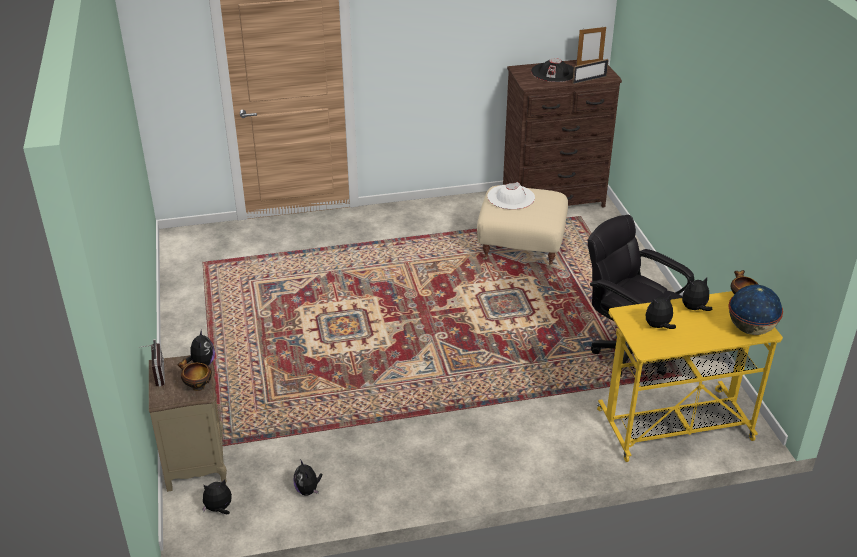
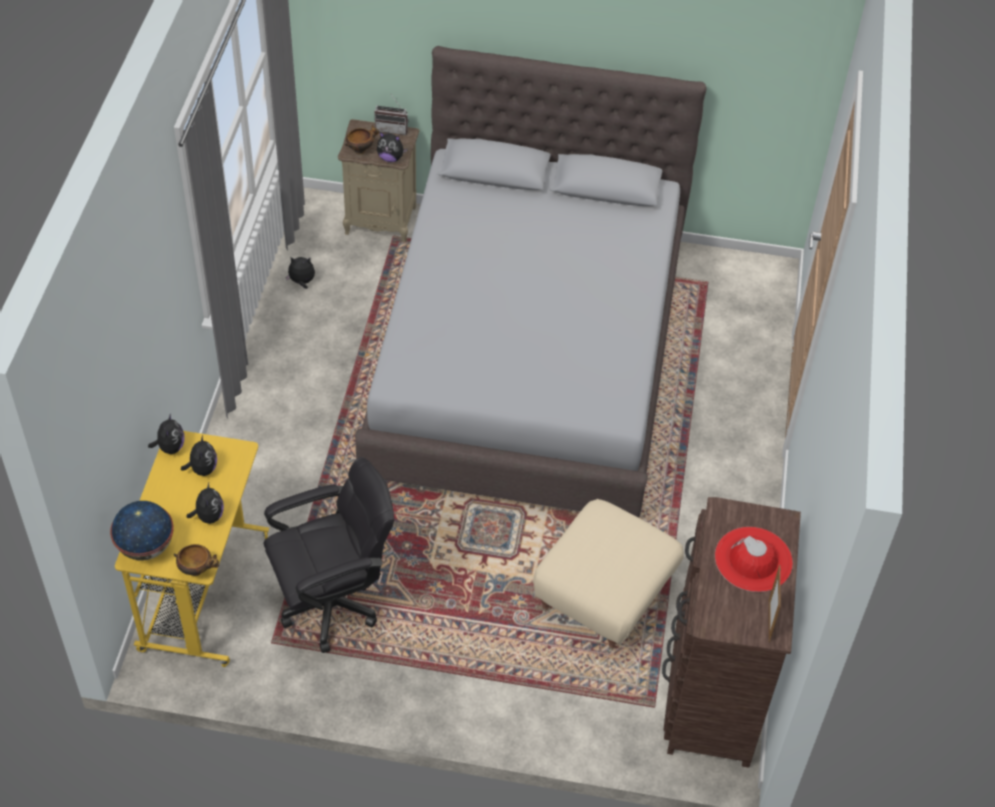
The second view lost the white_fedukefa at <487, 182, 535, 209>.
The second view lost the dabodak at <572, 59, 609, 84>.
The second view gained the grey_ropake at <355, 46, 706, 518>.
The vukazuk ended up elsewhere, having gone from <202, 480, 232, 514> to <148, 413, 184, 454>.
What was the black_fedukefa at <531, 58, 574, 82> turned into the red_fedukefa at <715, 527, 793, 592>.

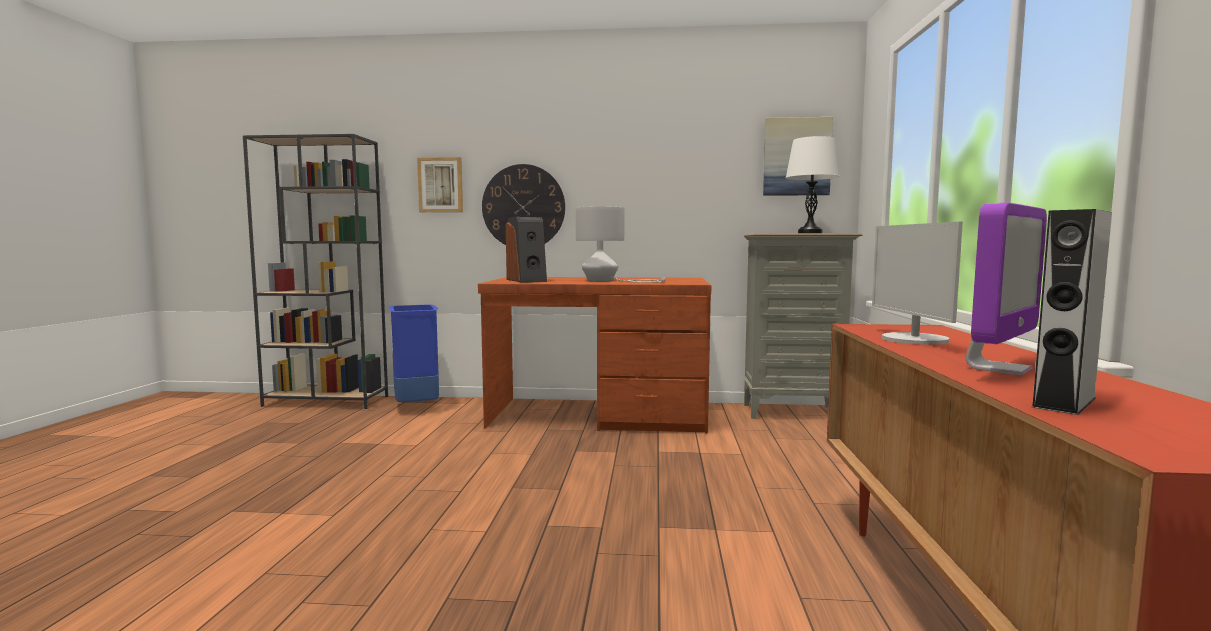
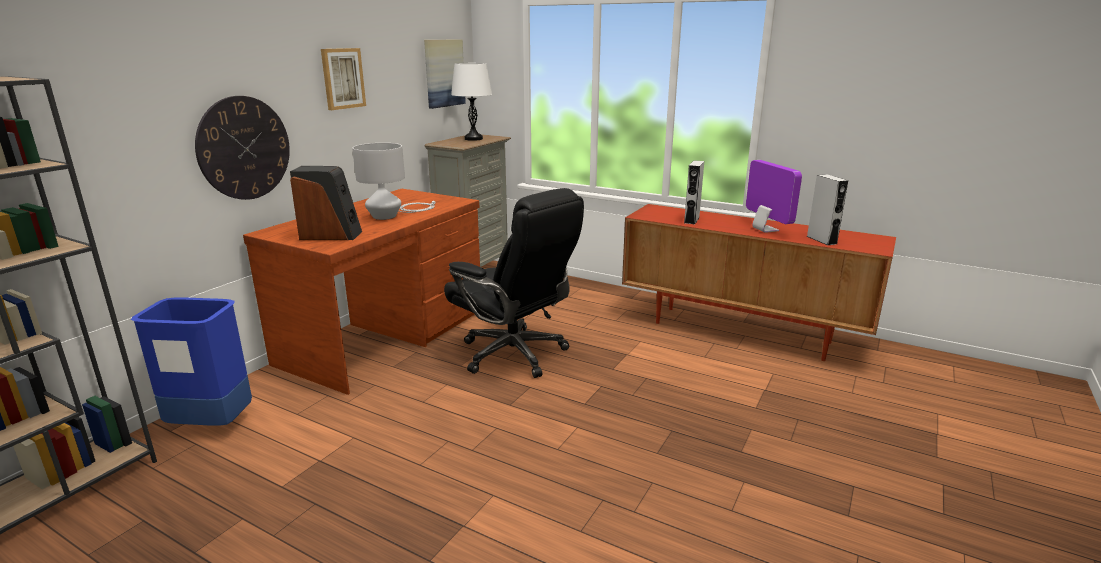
The second view gained the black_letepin at <444, 188, 584, 378>.
The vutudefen ended up elsewhere, having gone from <417, 157, 463, 212> to <321, 48, 366, 110>.
Where the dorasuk stood at <872, 222, 963, 345>, the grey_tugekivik came to stand at <684, 160, 704, 224>.

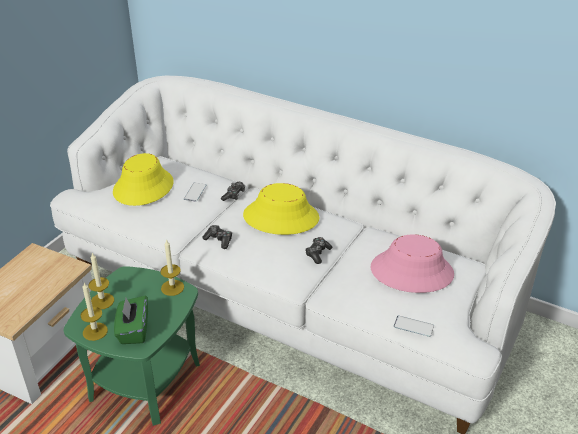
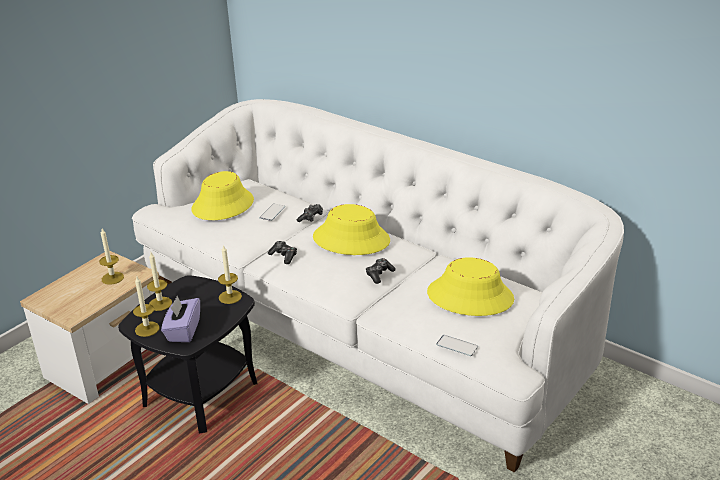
The second view gained the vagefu at <99, 228, 124, 285>.
What was the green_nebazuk at <64, 266, 200, 426> turned into the black_nebazuk at <118, 275, 257, 434>.
What was the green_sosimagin at <114, 295, 148, 344> turned into the purple_sosimagin at <161, 296, 200, 342>.
What was the pink_fedukefa at <371, 234, 454, 293> turned into the yellow_fedukefa at <427, 257, 514, 316>.

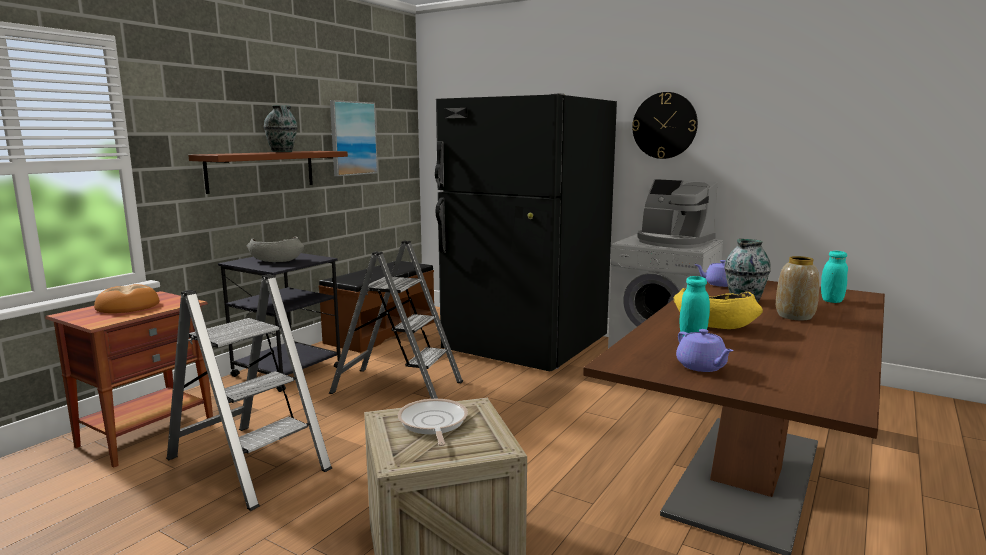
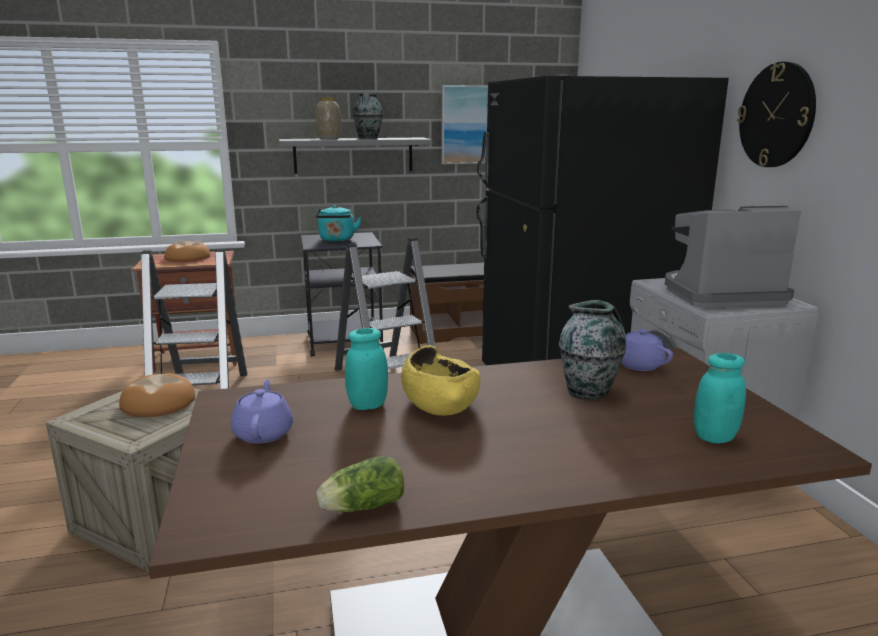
The second view gained the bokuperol at <316, 456, 404, 512>.
The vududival ended up elsewhere, having gone from <776, 256, 820, 320> to <316, 98, 341, 139>.
Where the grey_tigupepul stood at <247, 236, 305, 262>, the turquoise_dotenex came to stand at <316, 205, 361, 242>.
Where the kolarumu stood at <398, 399, 468, 446>, the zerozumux came to stand at <119, 373, 195, 417>.
What was the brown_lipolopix at <188, 151, 348, 194> turned into the grey_lipolopix at <279, 138, 432, 174>.
The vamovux at <637, 179, 718, 248> ended up facing another way, 90 degrees clockwise from before.
The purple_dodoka at <676, 329, 734, 372> ended up facing another way, 150 degrees clockwise from before.

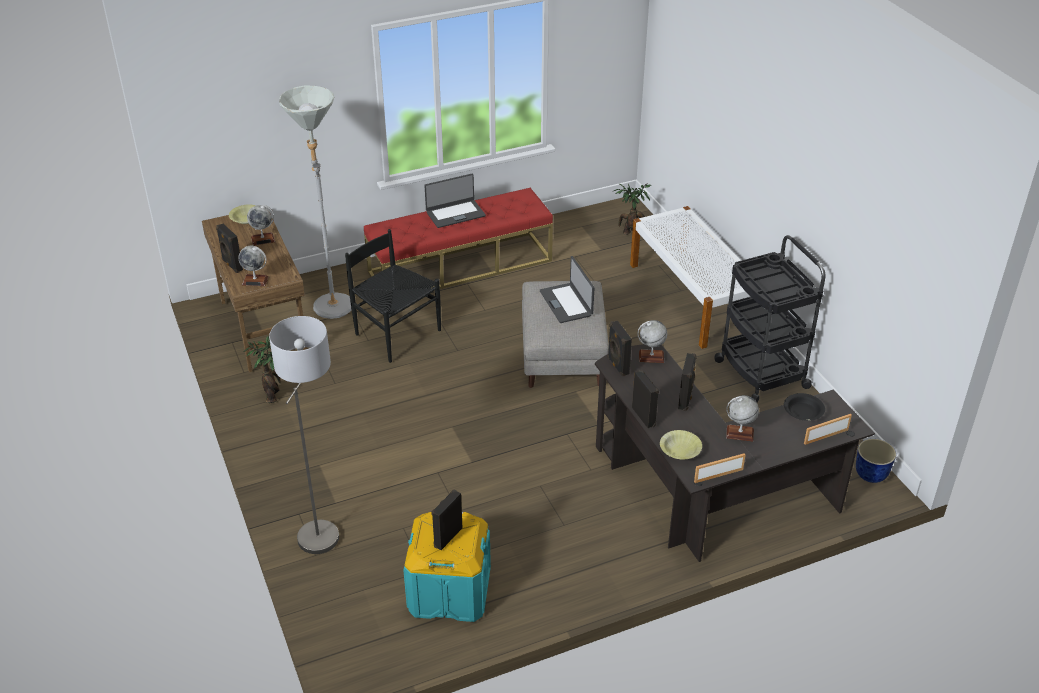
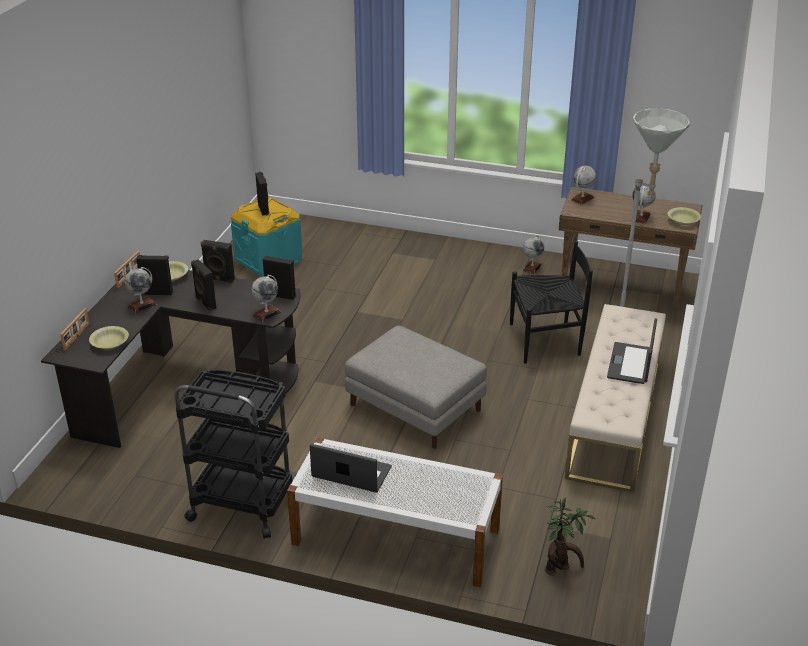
The second view lost the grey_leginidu at <269, 316, 339, 554>.
The second view lost the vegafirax at <856, 439, 896, 483>.
The black_tugekivik ended up elsewhere, having gone from <216, 224, 243, 273> to <136, 255, 173, 295>.
The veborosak ended up elsewhere, having gone from <540, 256, 594, 323> to <310, 444, 392, 493>.
Where the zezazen stood at <244, 336, 281, 403>, the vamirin came to stand at <523, 235, 544, 274>.
What was the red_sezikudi at <364, 188, 553, 289> turned into the beige_sezikudi at <564, 304, 666, 493>.
What was the black_tigupepul at <784, 393, 825, 421> turned into the yellow_tigupepul at <89, 326, 129, 349>.

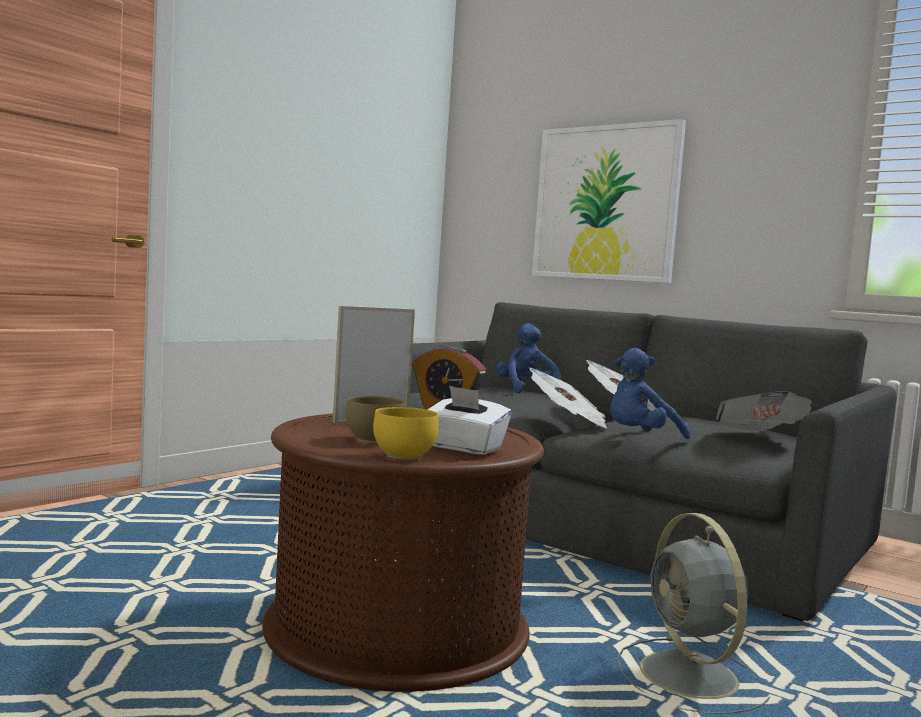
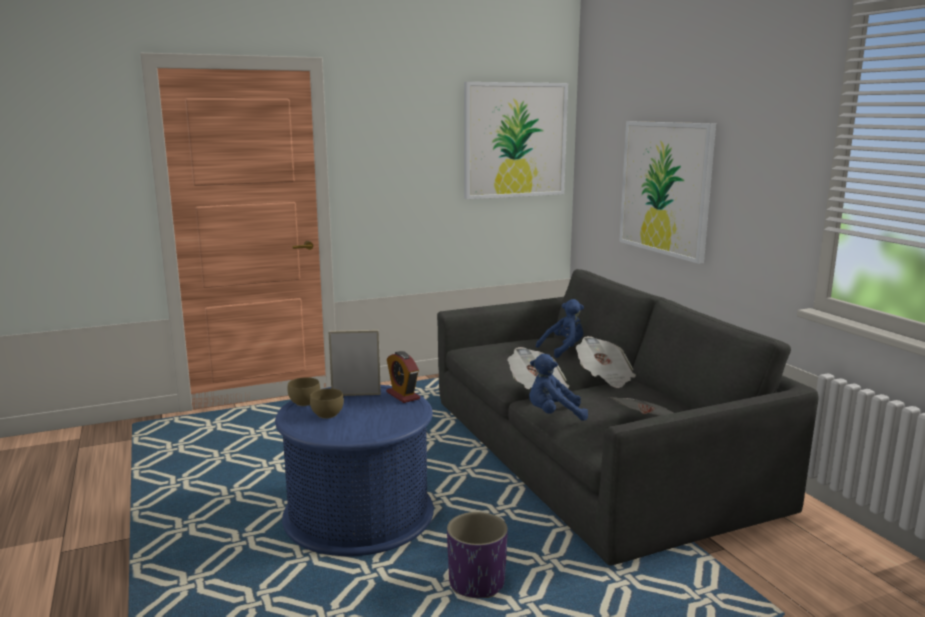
The second view lost the yellow_tigupepul at <373, 407, 439, 459>.
The second view lost the white_sosimagin at <428, 385, 511, 455>.
The second view gained the brown_tigupepul at <288, 377, 320, 406>.
The second view gained the vutudefen at <464, 82, 568, 199>.
Where the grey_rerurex stood at <617, 513, 771, 714>, the purple_vegafirax came to stand at <447, 512, 508, 598>.
What was the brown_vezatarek at <262, 414, 544, 692> turned into the blue_vezatarek at <275, 385, 434, 556>.
The blue_vukazuk at <496, 323, 562, 394> ended up facing another way, 45 degrees clockwise from before.

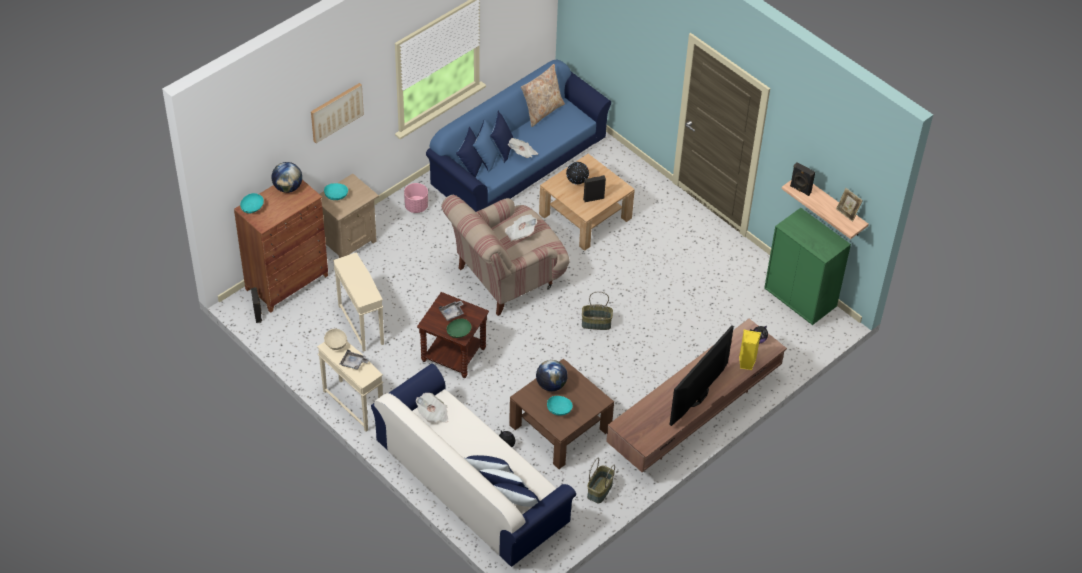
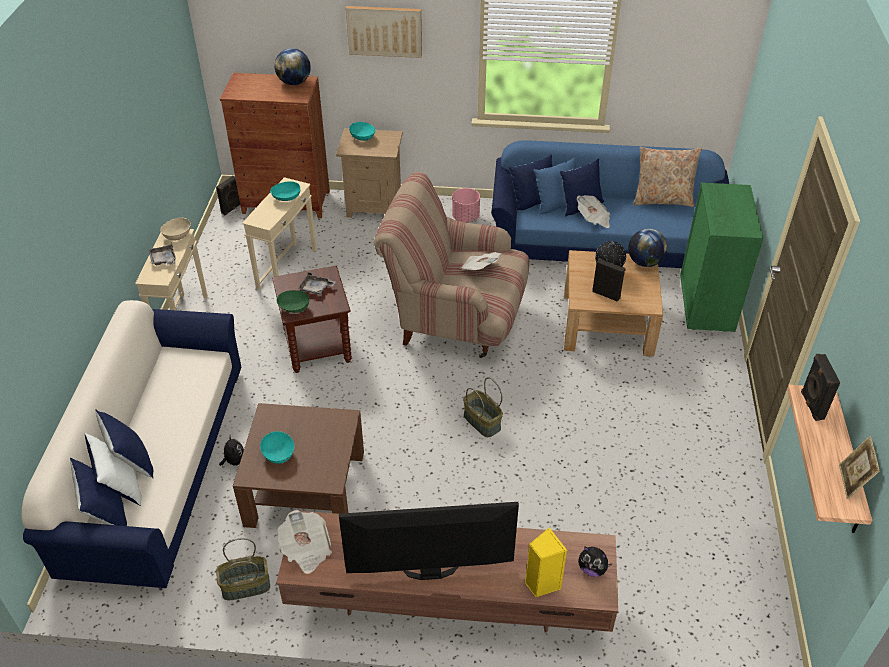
The turquoise_tigupepul ended up elsewhere, having gone from <240, 193, 264, 213> to <270, 181, 301, 201>.
The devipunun ended up elsewhere, having gone from <416, 393, 448, 423> to <278, 510, 332, 574>.
The vamirin ended up elsewhere, having gone from <536, 360, 568, 391> to <628, 229, 667, 267>.
The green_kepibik ended up elsewhere, having gone from <764, 208, 851, 325> to <680, 182, 763, 332>.

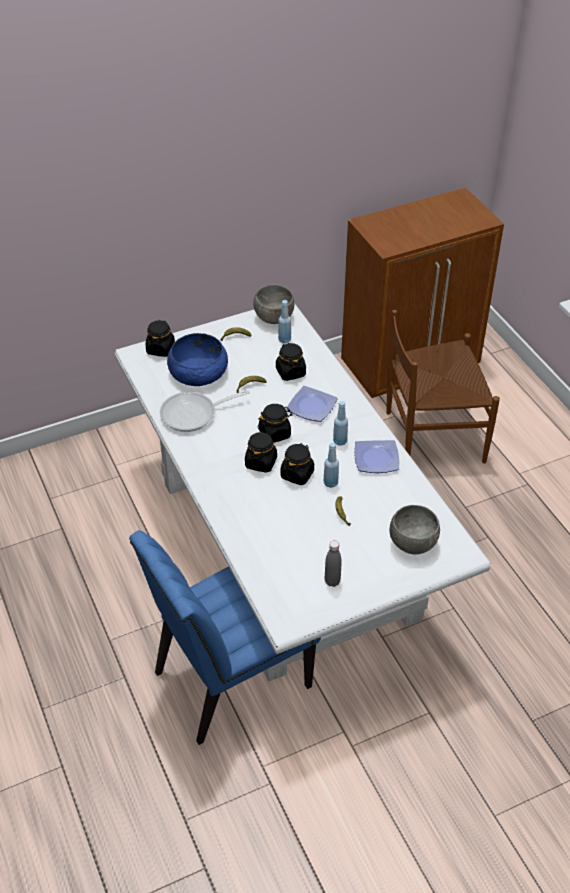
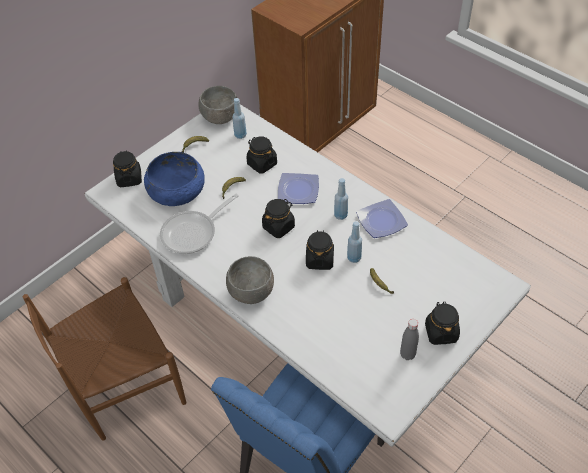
The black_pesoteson ended up elsewhere, having gone from <245, 431, 277, 473> to <425, 302, 460, 345>.
The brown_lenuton ended up elsewhere, having gone from <386, 310, 500, 463> to <23, 277, 186, 440>.
The grey_tigupepul ended up elsewhere, having gone from <390, 505, 440, 554> to <226, 256, 274, 304>.

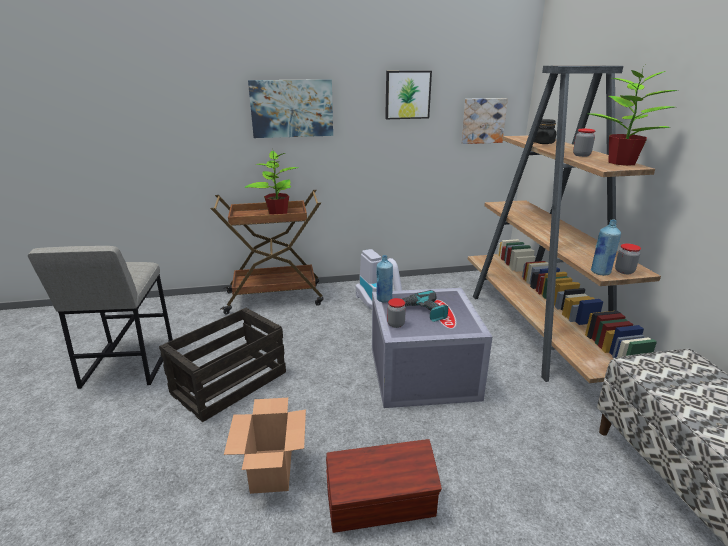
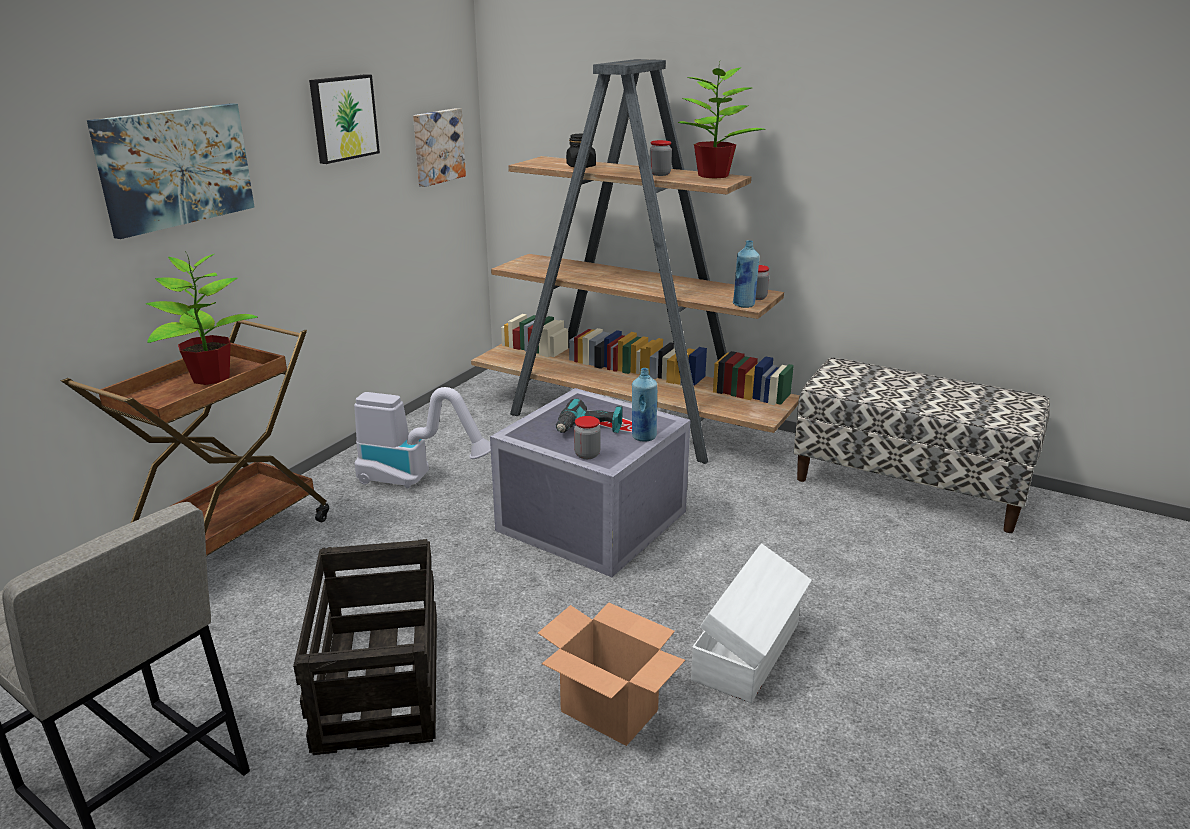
The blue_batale ended up elsewhere, having gone from <377, 255, 393, 303> to <632, 368, 657, 442>.
What was the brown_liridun at <326, 439, 442, 533> turned into the white_liridun at <691, 543, 812, 703>.

